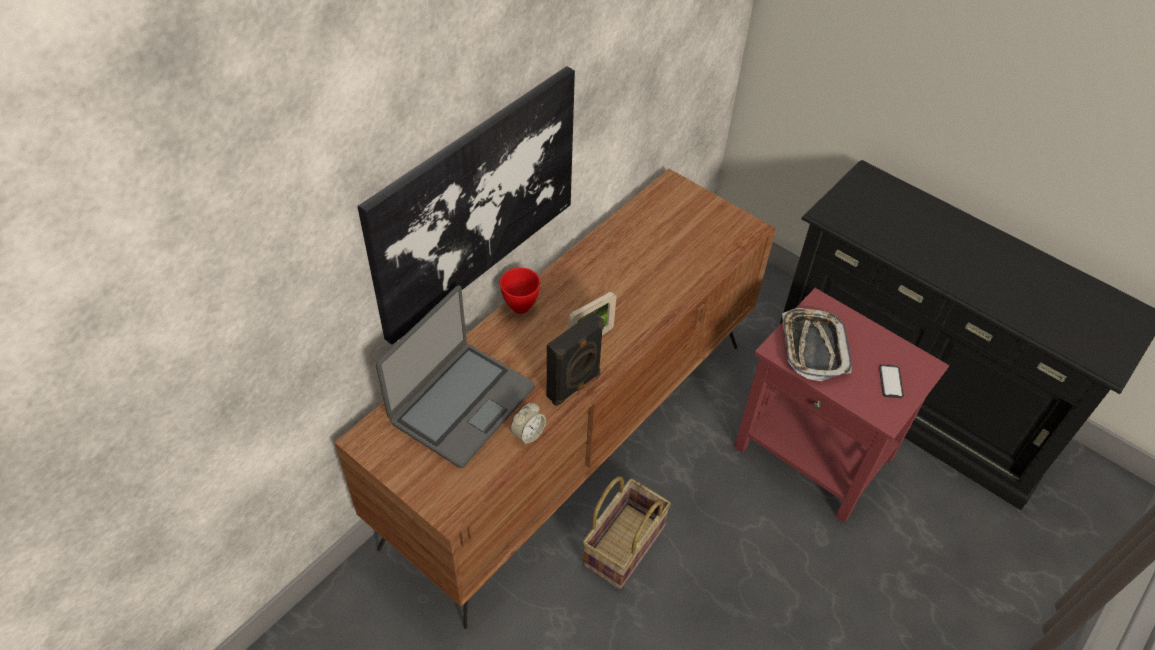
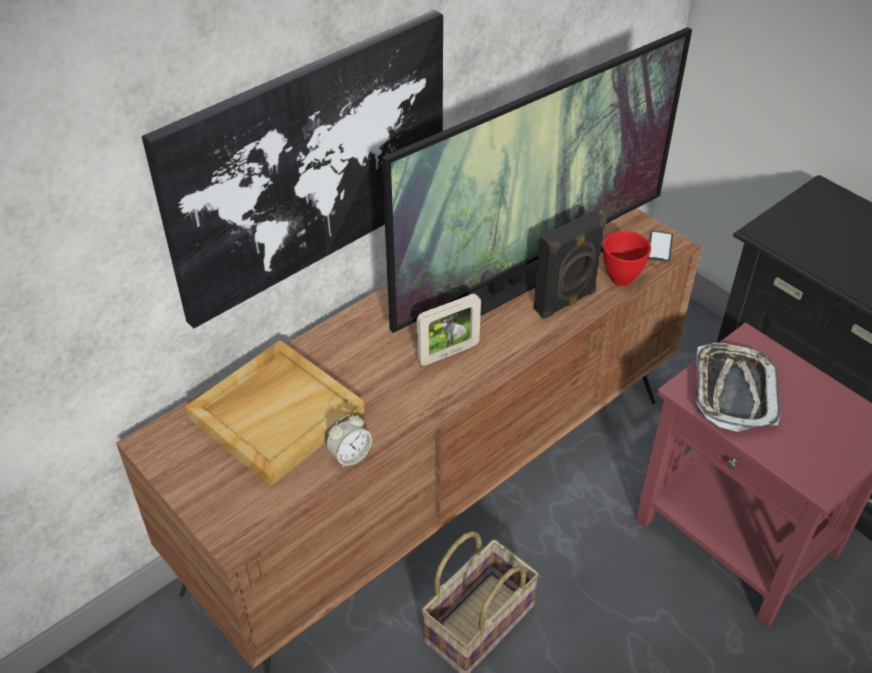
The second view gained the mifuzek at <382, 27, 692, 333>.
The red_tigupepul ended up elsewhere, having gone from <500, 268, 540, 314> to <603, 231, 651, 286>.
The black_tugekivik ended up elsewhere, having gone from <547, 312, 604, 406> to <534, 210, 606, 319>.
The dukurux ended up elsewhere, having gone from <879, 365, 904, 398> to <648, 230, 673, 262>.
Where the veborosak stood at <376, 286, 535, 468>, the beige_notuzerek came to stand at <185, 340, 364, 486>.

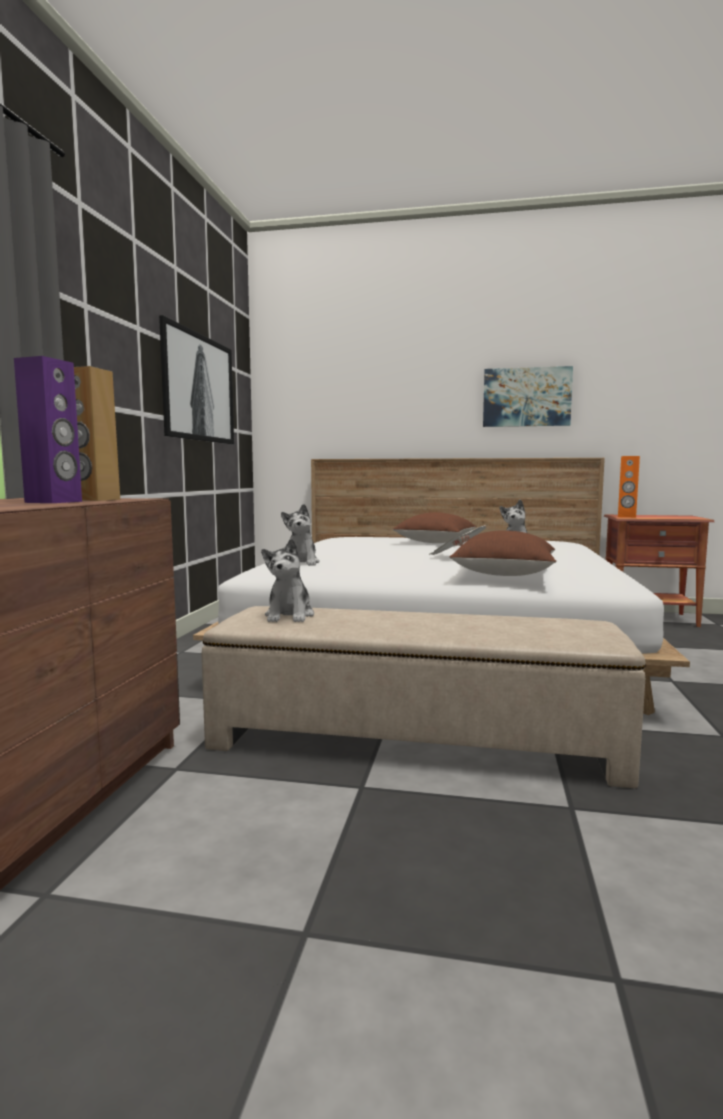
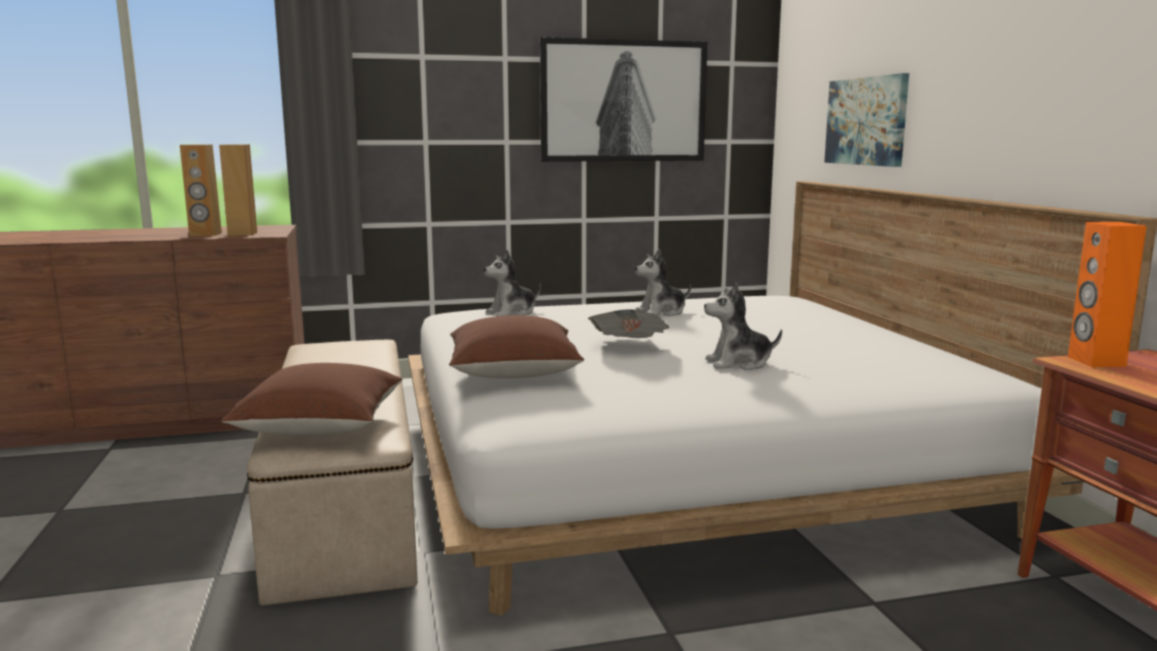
The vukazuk ended up elsewhere, having gone from <261, 539, 314, 622> to <635, 249, 691, 316>.
The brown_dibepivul ended up elsewhere, having gone from <392, 512, 477, 543> to <221, 363, 402, 436>.
The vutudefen ended up elsewhere, having gone from <483, 366, 573, 427> to <824, 73, 909, 167>.
What was the purple_tugekivik at <14, 356, 82, 503> turned into the brown_tugekivik at <180, 145, 222, 236>.

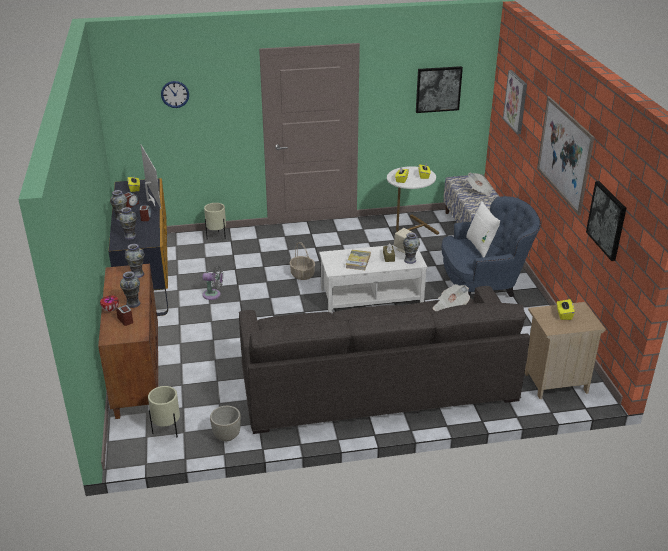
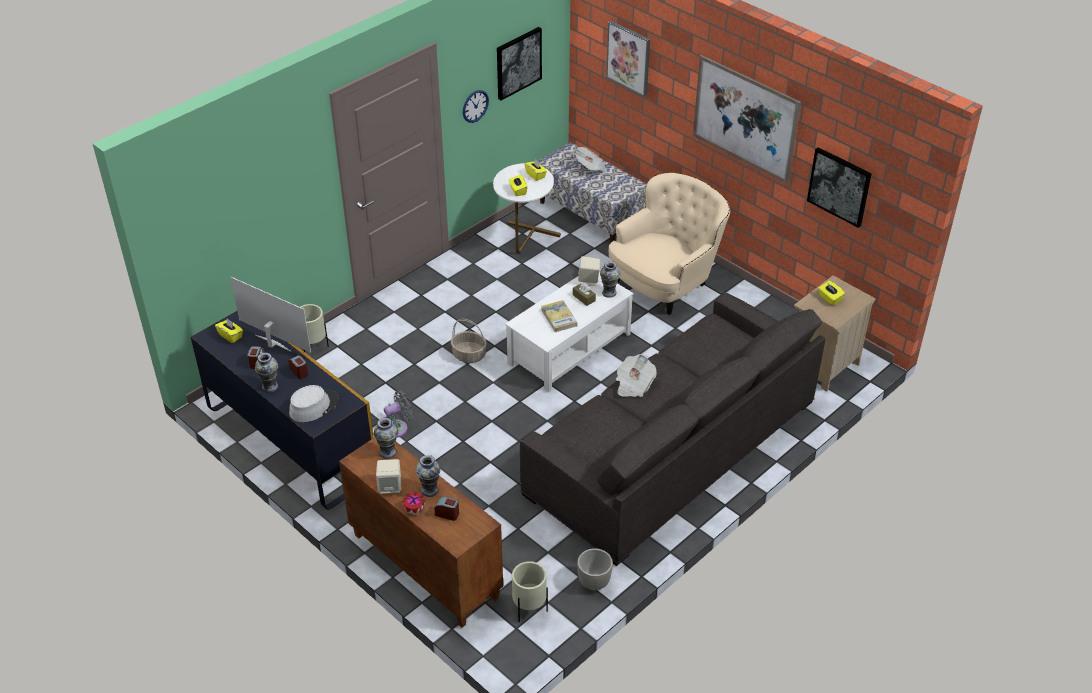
The second view lost the white_dibepivul at <466, 201, 500, 257>.
The second view gained the beige_tugekivik at <376, 459, 401, 494>.
The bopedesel ended up elsewhere, having gone from <161, 81, 189, 108> to <463, 90, 489, 123>.
The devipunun ended up elsewhere, having gone from <433, 285, 470, 312> to <616, 354, 657, 397>.
Where the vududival stood at <119, 207, 137, 240>, the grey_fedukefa came to stand at <289, 385, 339, 422>.
What was the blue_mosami at <442, 196, 541, 297> turned into the beige_mosami at <609, 173, 730, 315>.

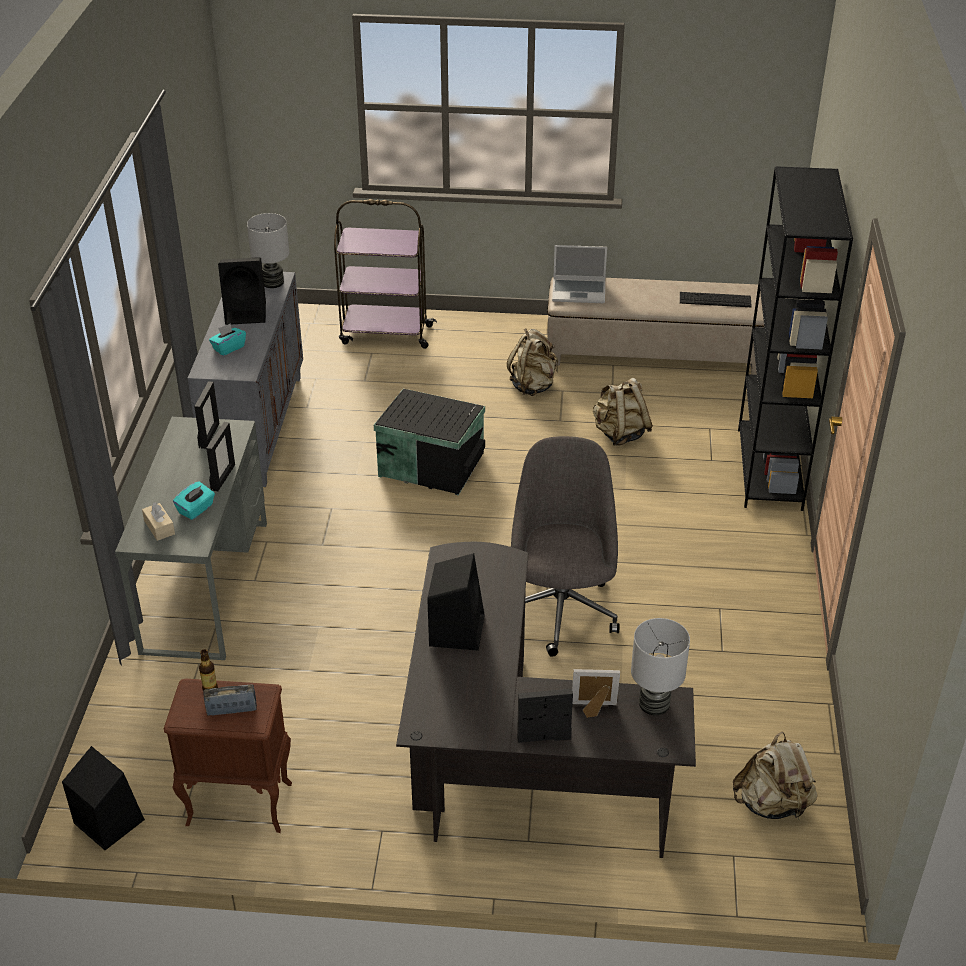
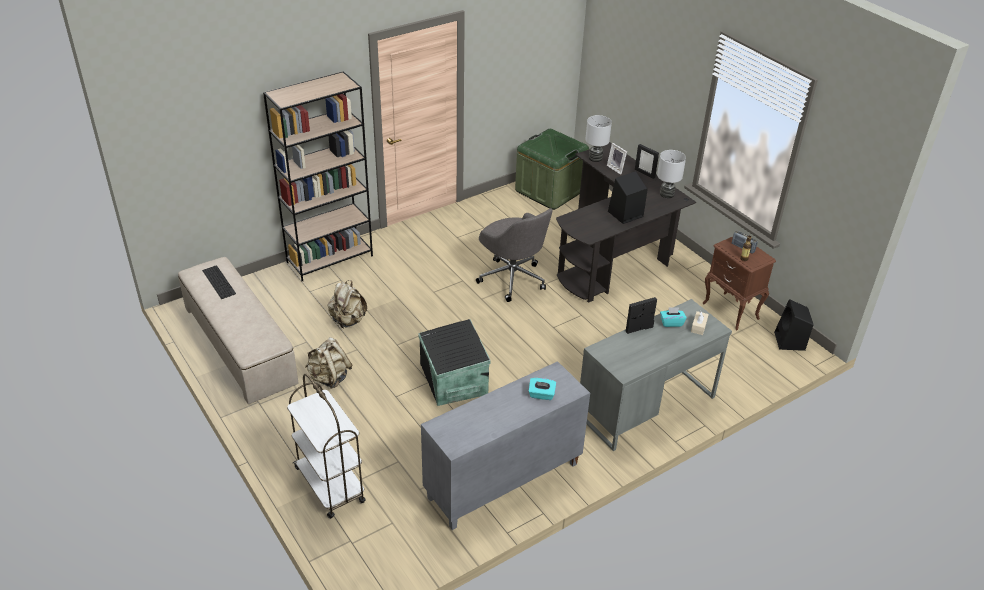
The second view lost the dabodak at <194, 381, 220, 449>.
The second view lost the black_tugekivik at <218, 257, 266, 325>.
The second view lost the veborosak at <552, 245, 607, 303>.
The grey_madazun ended up elsewhere, having gone from <247, 213, 289, 288> to <657, 150, 686, 198>.
Where the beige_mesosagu stood at <733, 732, 817, 821>, the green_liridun came to stand at <515, 129, 589, 210>.
What was the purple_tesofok at <334, 199, 437, 349> turned into the white_tesofok at <287, 374, 365, 519>.
What was the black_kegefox at <738, 166, 853, 511> turned into the beige_kegefox at <263, 71, 373, 281>.
The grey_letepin at <511, 436, 619, 657> ended up facing another way, 90 degrees counterclockwise from before.

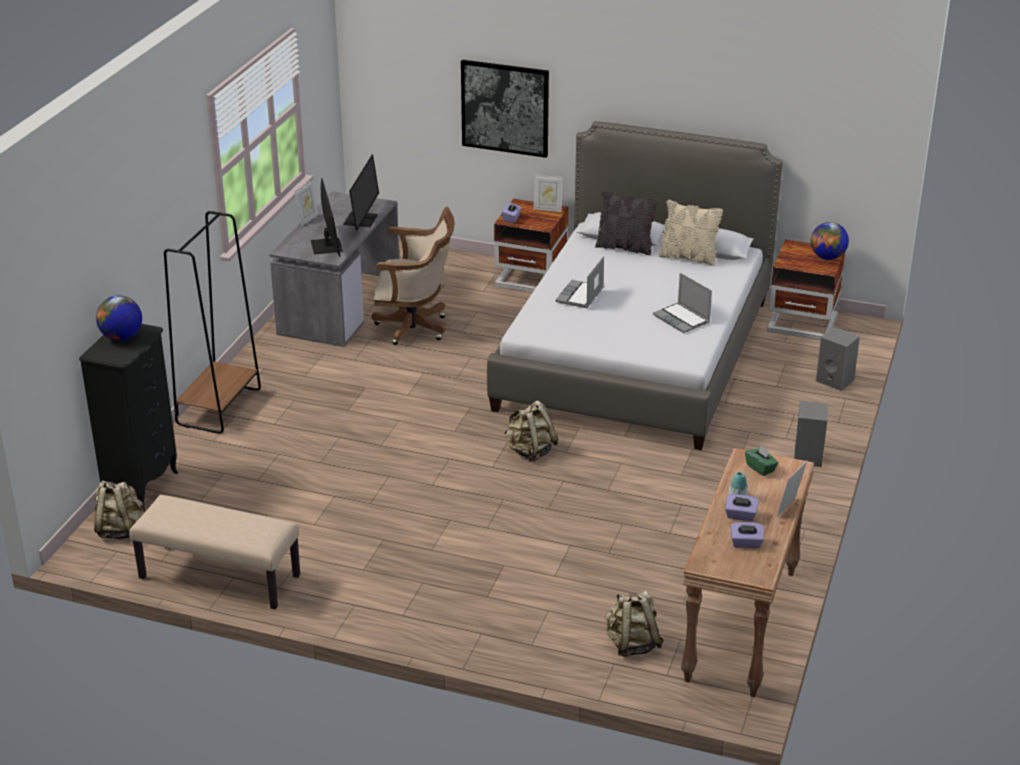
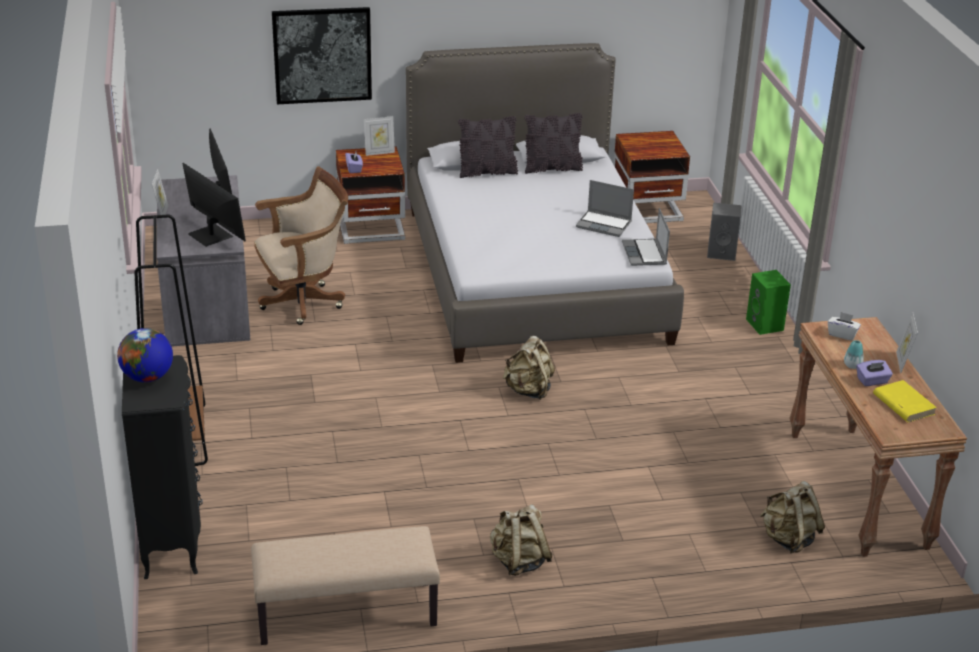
The second view lost the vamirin at <811, 222, 849, 260>.
The beige_mesosagu ended up elsewhere, having gone from <94, 481, 144, 539> to <490, 504, 553, 576>.
The veborosak ended up elsewhere, having gone from <555, 256, 604, 308> to <622, 208, 670, 266>.
Where the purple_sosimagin stood at <731, 522, 764, 548>, the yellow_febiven came to stand at <873, 380, 937, 422>.
What was the beige_dibepivul at <659, 200, 723, 266> turned into the black_dibepivul at <524, 113, 583, 174>.
What was the green_sosimagin at <745, 445, 778, 476> turned into the white_sosimagin at <828, 312, 861, 341>.
What was the grey_tugekivik at <794, 401, 828, 467> turned into the green_tugekivik at <746, 270, 791, 335>.

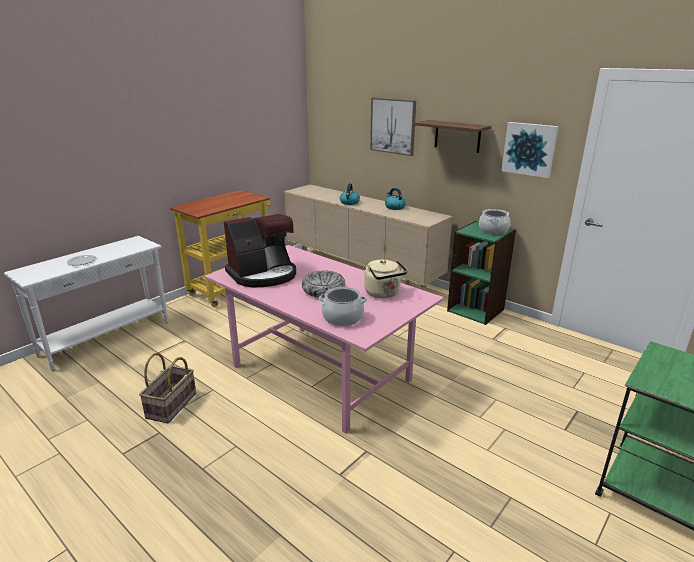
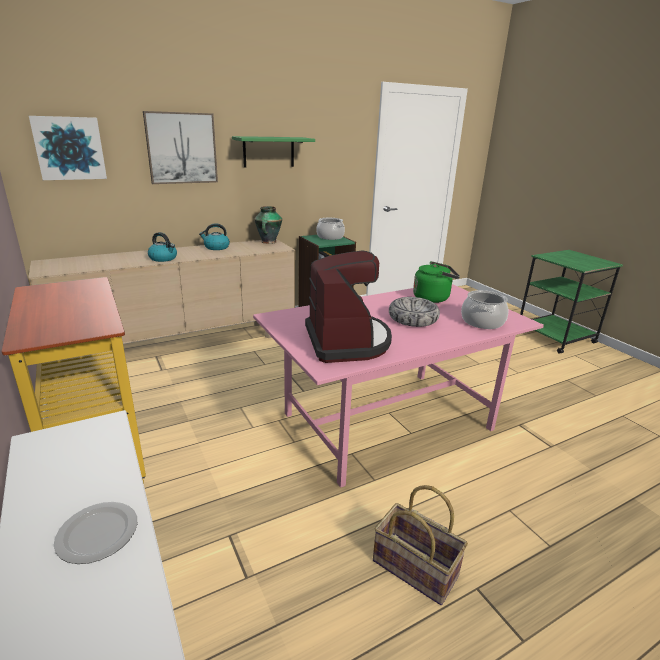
The second view gained the vududival at <254, 206, 282, 244>.
The vutudefen ended up elsewhere, having gone from <501, 122, 559, 178> to <29, 116, 107, 180>.
What was the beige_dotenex at <364, 260, 407, 298> turned into the green_dotenex at <413, 261, 460, 303>.
What was the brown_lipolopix at <414, 120, 491, 153> turned into the green_lipolopix at <232, 136, 315, 168>.

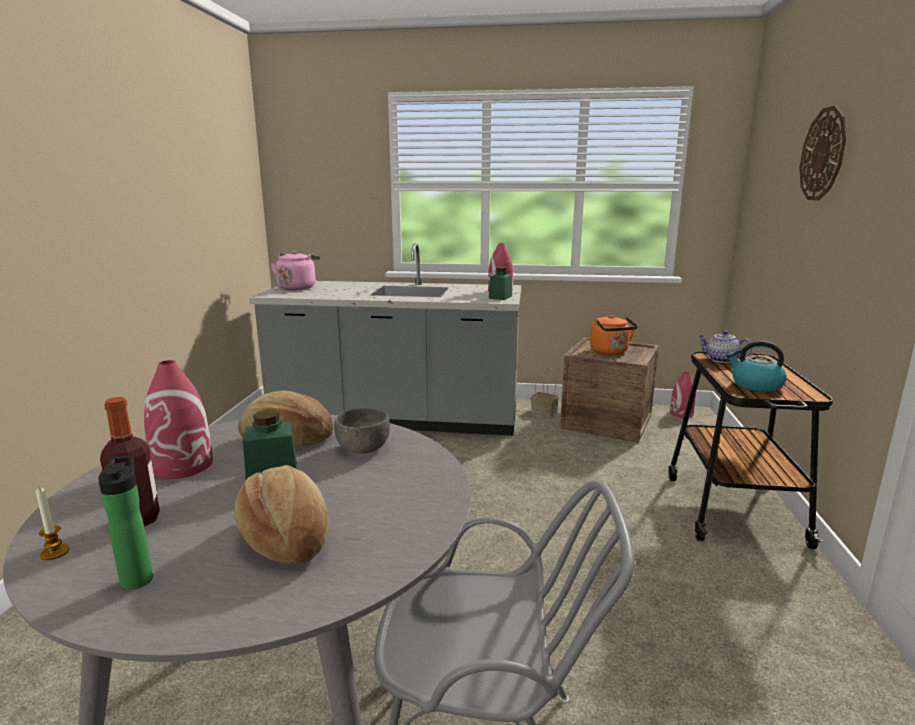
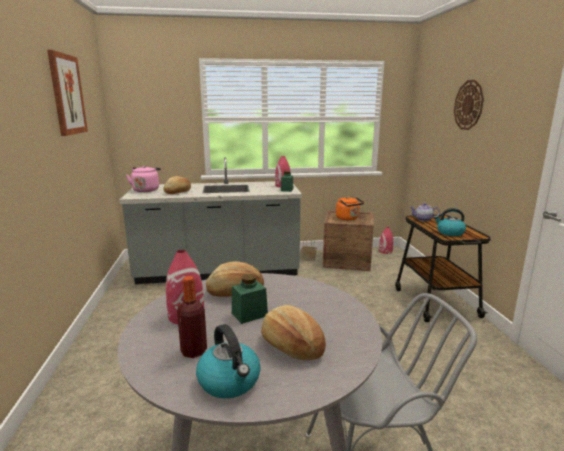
The second view lost the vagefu at <36, 487, 70, 560>.
The second view lost the grey_tigupepul at <334, 408, 390, 454>.
The second view gained the vutudefen at <47, 50, 88, 136>.
The second view gained the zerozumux at <163, 176, 191, 194>.
Where the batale stood at <98, 456, 153, 590>, the dotenex came to stand at <196, 324, 261, 398>.

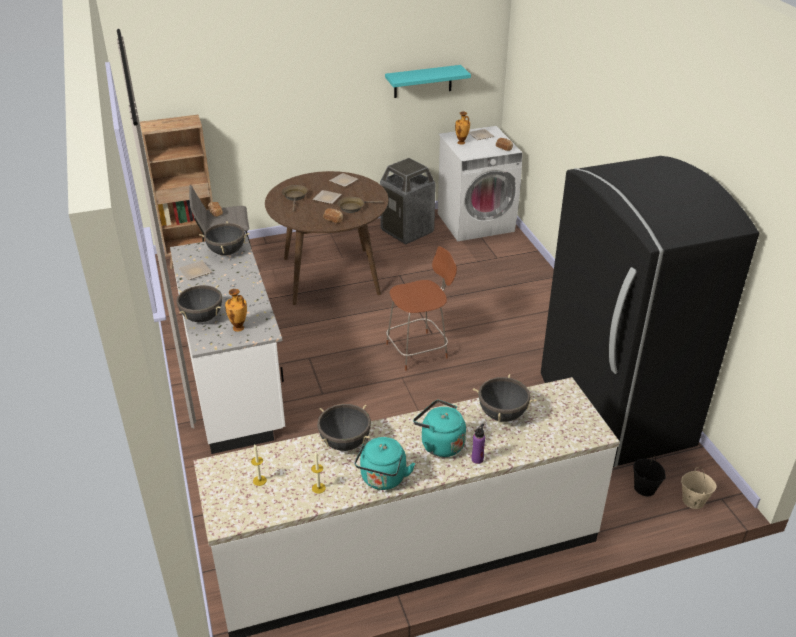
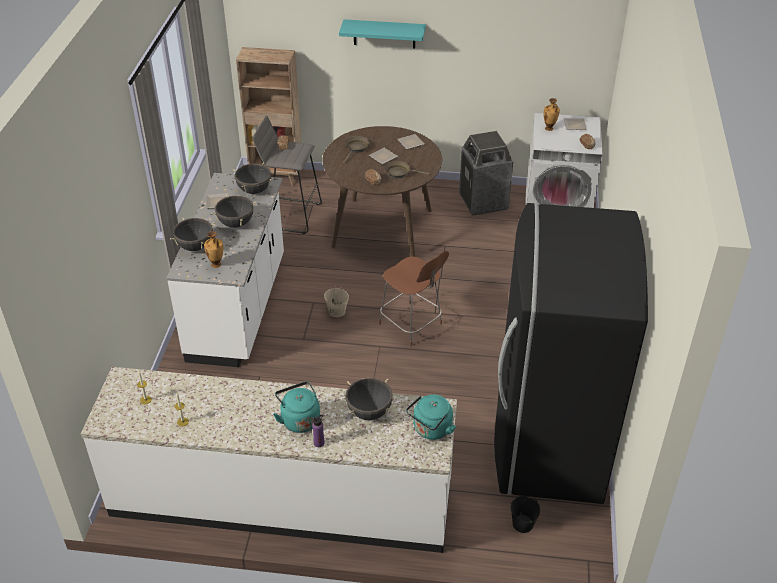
The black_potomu ended up elsewhere, having gone from <317, 404, 371, 451> to <211, 195, 257, 228>.
The turquoise_dotenex ended up elsewhere, having gone from <354, 437, 415, 490> to <406, 395, 456, 440>.
The turquoise_lipolopix ended up elsewhere, having gone from <385, 65, 471, 98> to <339, 19, 426, 49>.
The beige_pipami ended up elsewhere, having gone from <681, 467, 717, 509> to <324, 284, 349, 317>.
The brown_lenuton at <386, 246, 457, 371> ended up facing another way, 45 degrees clockwise from before.

